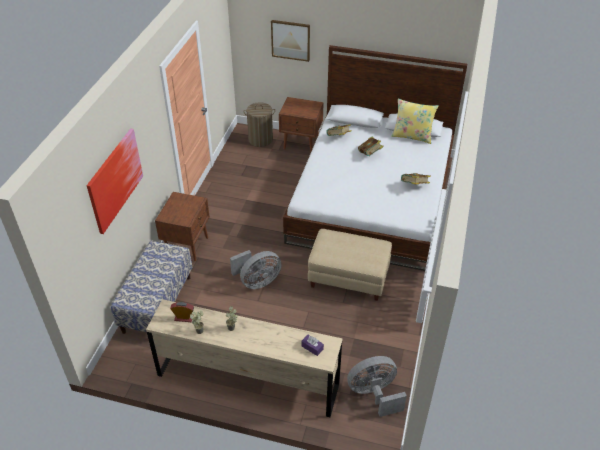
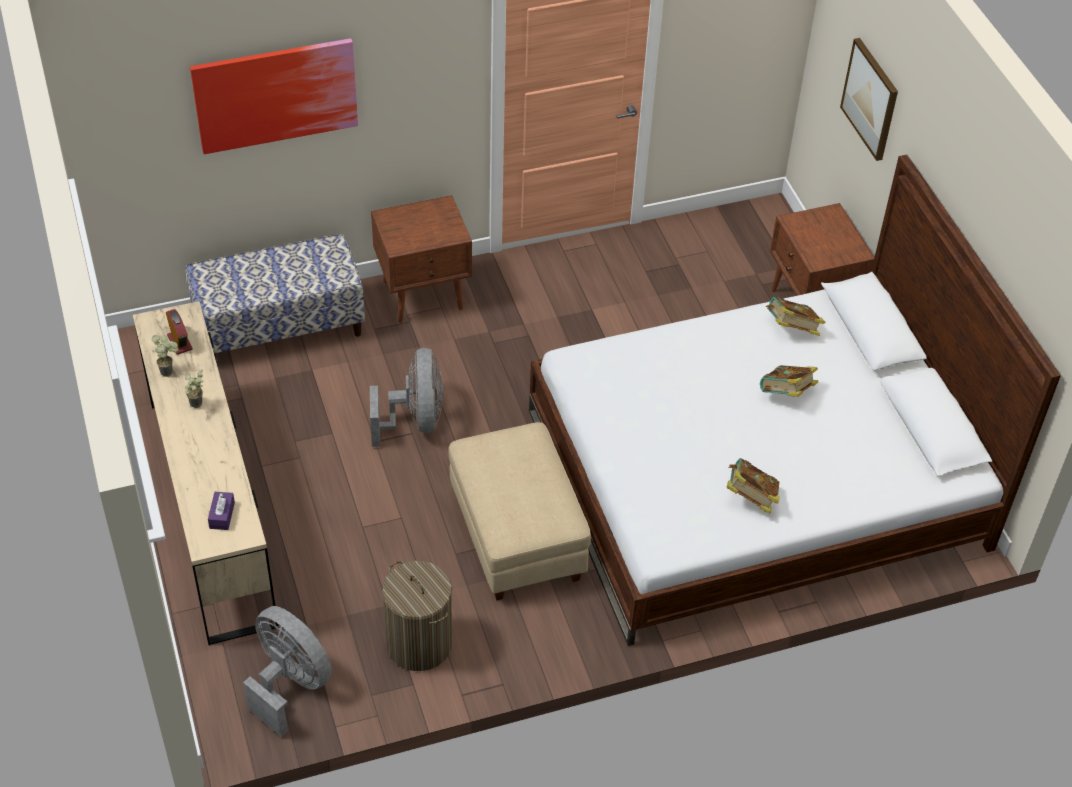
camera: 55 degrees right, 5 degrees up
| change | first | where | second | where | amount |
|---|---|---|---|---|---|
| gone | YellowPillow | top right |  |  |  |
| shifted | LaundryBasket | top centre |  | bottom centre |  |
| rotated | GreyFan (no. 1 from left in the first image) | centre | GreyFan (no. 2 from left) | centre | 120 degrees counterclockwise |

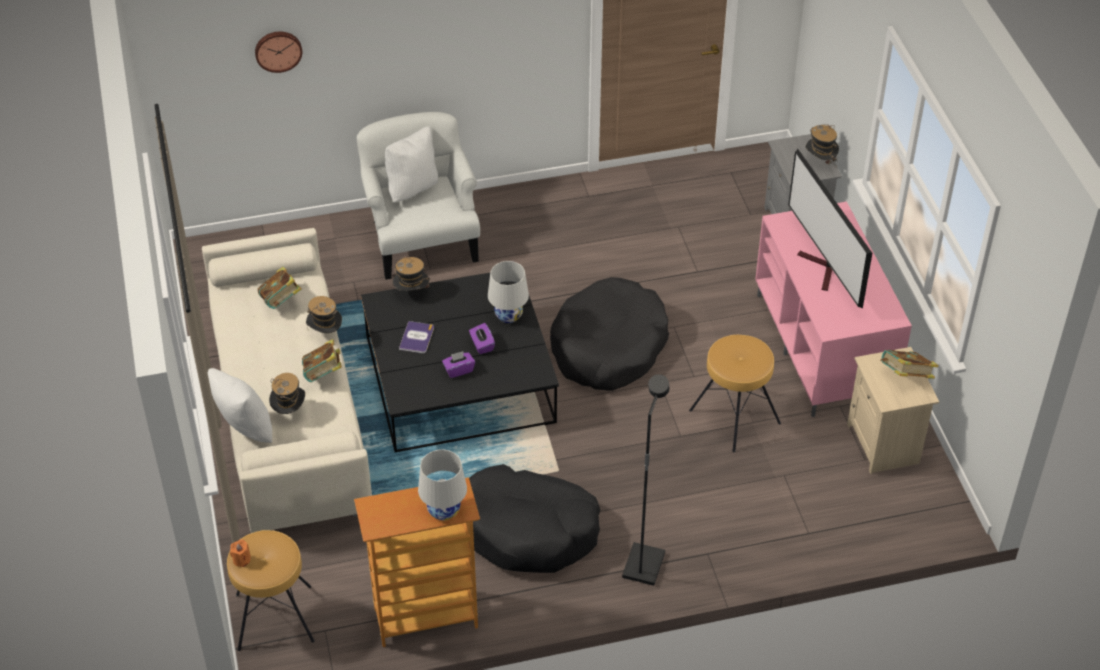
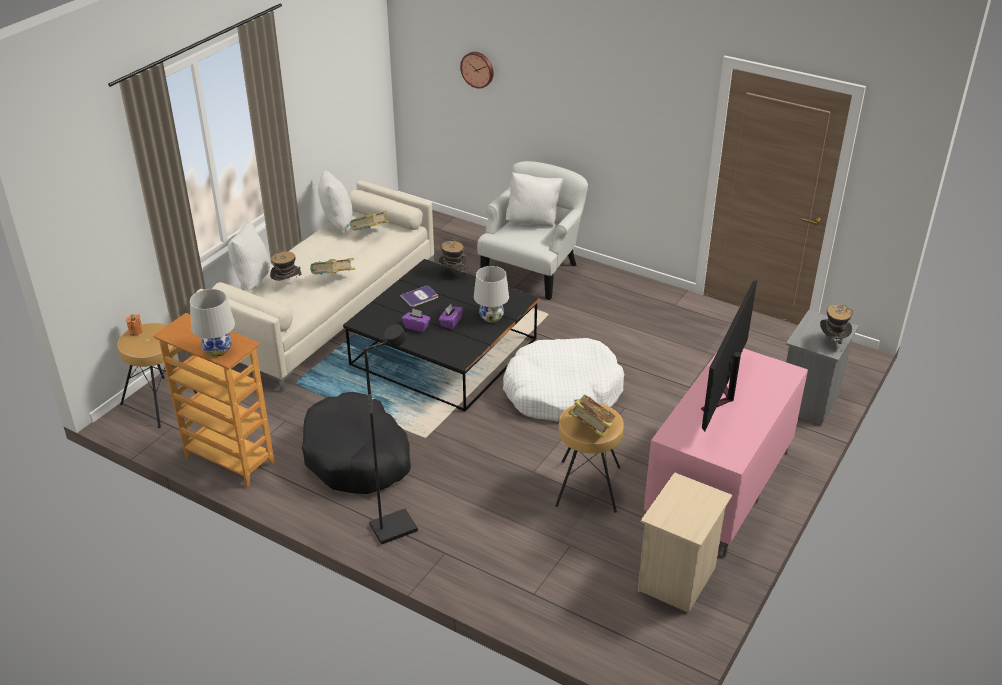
camera: 45 degrees right, 10 degrees down
| change | first | where | second | where | amount |
|---|---|---|---|---|---|
| repainted | BlackDogBed (no. 2 from left) | centre | WhiteDogBed | centre |  |
| gone | Hat (no. 2 from left) | middle left |  |  |  |
| shifted | Book (no. 4 from left) | middle right |  | centre |  |
| new |  |  | WhitePillow (no. 2 from left) | top centre |  |

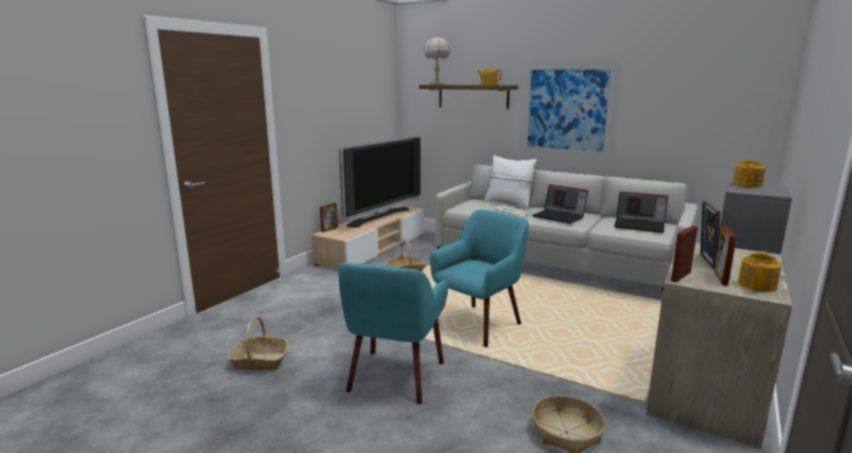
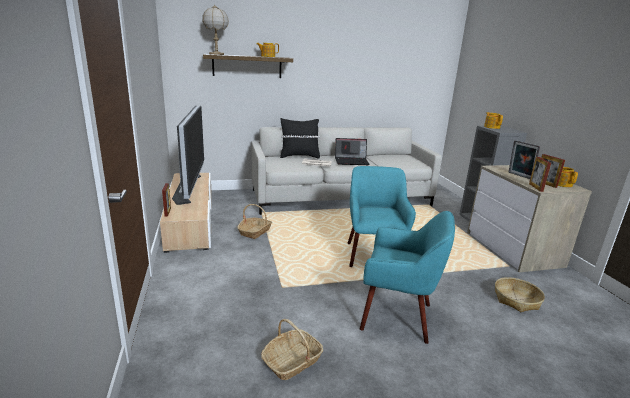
camera: 45 degrees left, 5 degrees up
| change | first | where | second | where | amount |
|---|---|---|---|---|---|
| gone | Picture | top right |  |  |  |
| repainted | WhitePillow | centre | BlackPillow | centre |  |
| gone | Laptop (no. 2 from left) | middle right |  |  |  |
| rotated | TurquoiseArmchair (no. 1 from left in the first image) | bottom centre | TurquoiseArmchair (no. 2 from left) | bottom centre | 45 degrees counterclockwise |

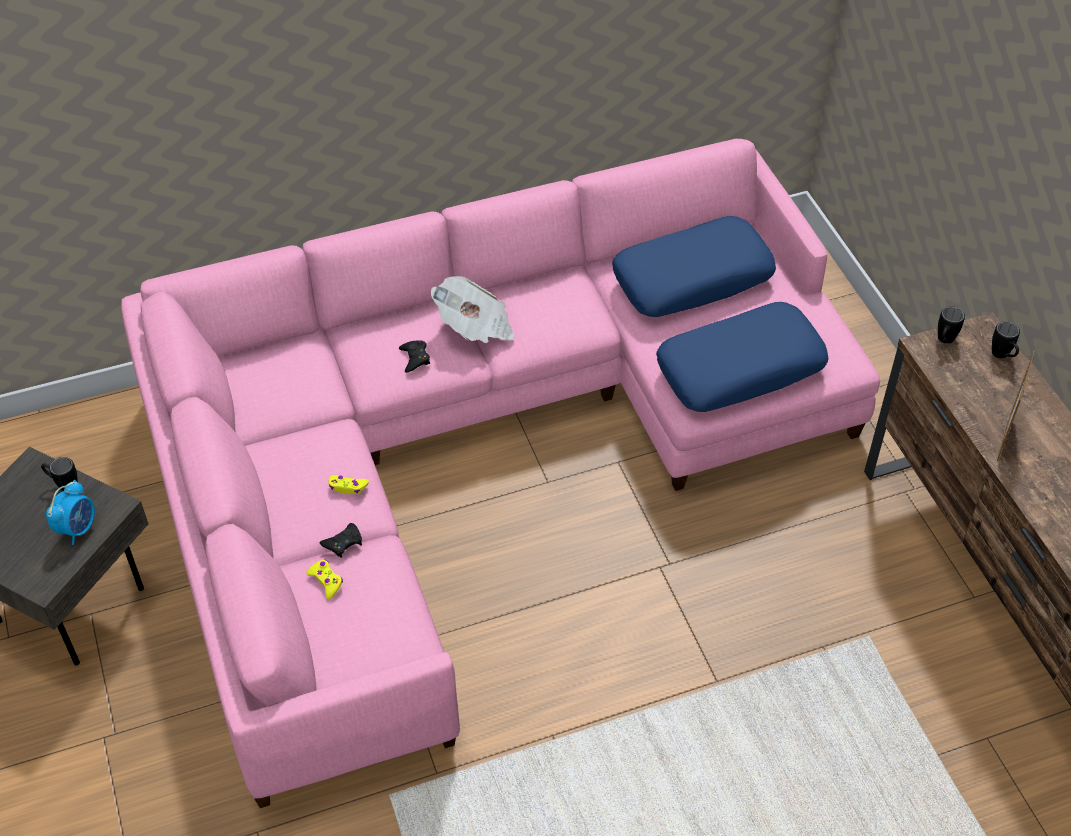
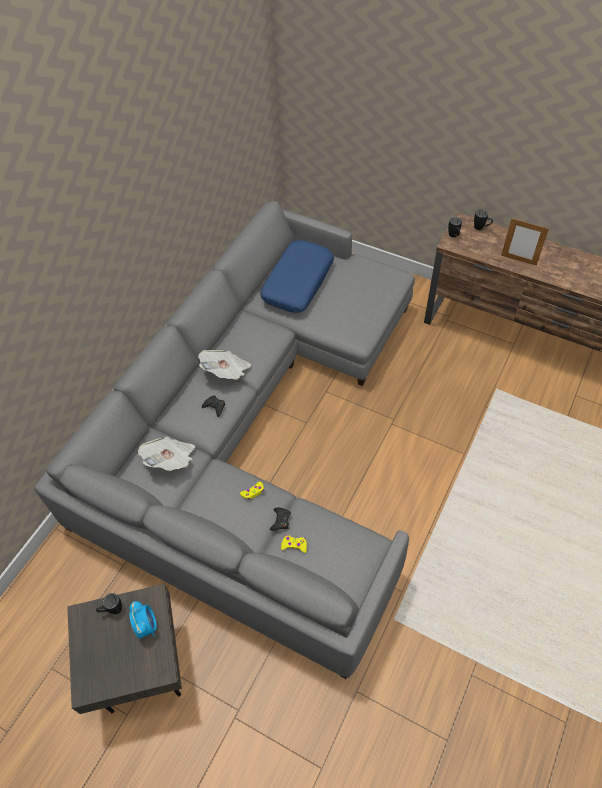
camera: 40 degrees left, 5 degrees up
| change | first | where | second | where | amount |
|---|---|---|---|---|---|
| repainted | PinkSofa | centre | GreySofa | centre |  |
| gone | BluePillow (no. 2 from left) | middle right |  |  |  |
| rotated | PictureFrame | middle right |  | top right | 45 degrees counterclockwise |
| new |  |  | Newspaper (no. 1 from left) | middle left |  |

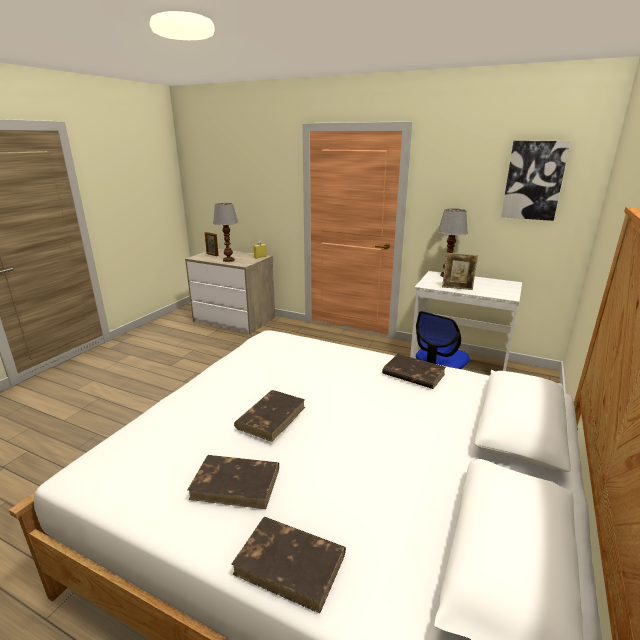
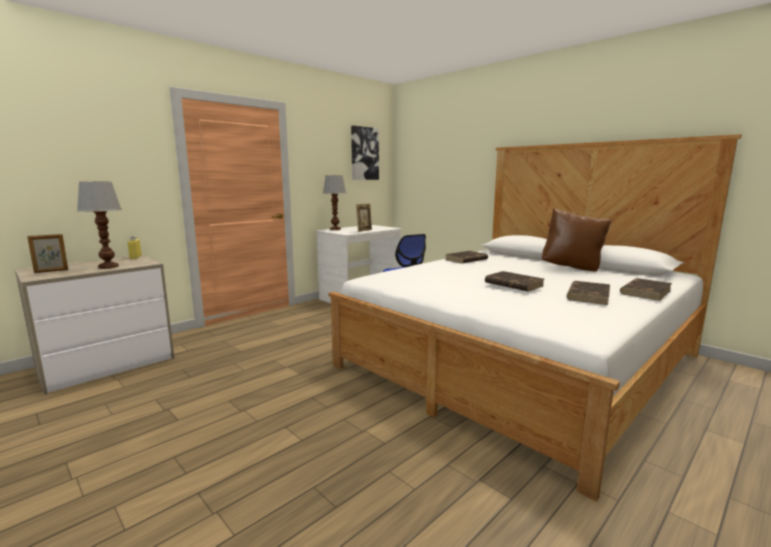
camera: 70 degrees left, 10 degrees down
| change | first | where | second | where | amount |
|---|---|---|---|---|---|
| new |  |  | BrownPillow | middle right |  |

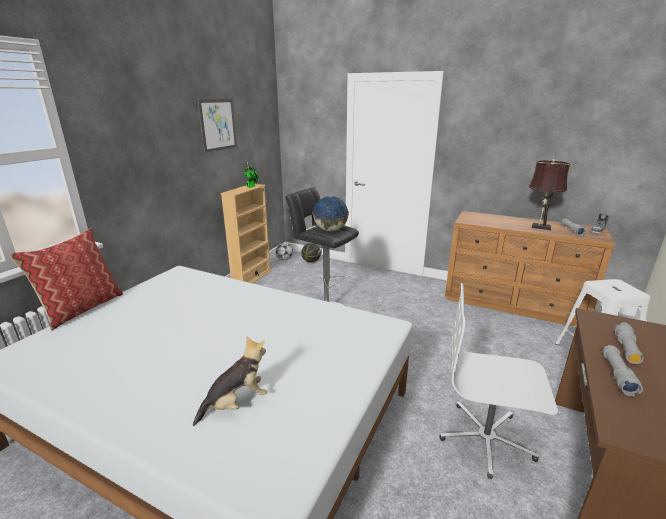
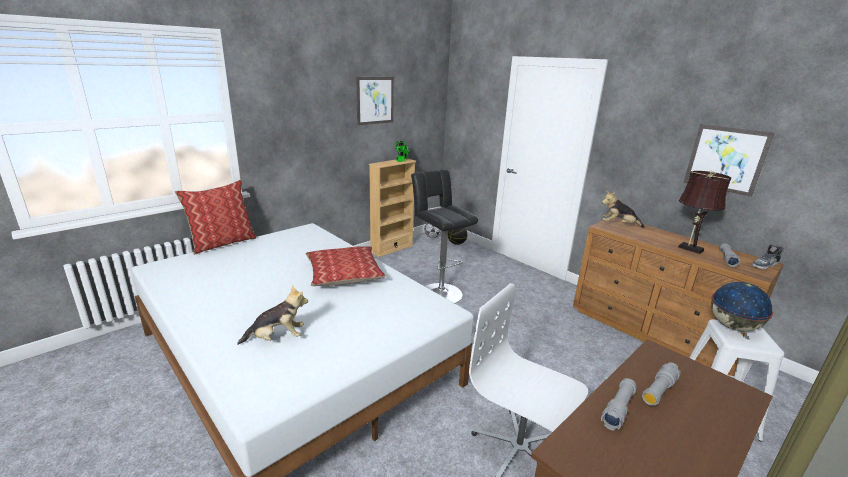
camera: 20 degrees right, 0 degrees up
| change | first | where | second | where | amount |
|---|---|---|---|---|---|
| shifted | Globe | centre |  | middle right |  |
| new |  |  | Picture (no. 2 from left) | middle right |  |
| new |  |  | PlushToy (no. 2 from left) | middle right |  |
| new |  |  | Pillow (no. 2 from left) | centre |  |

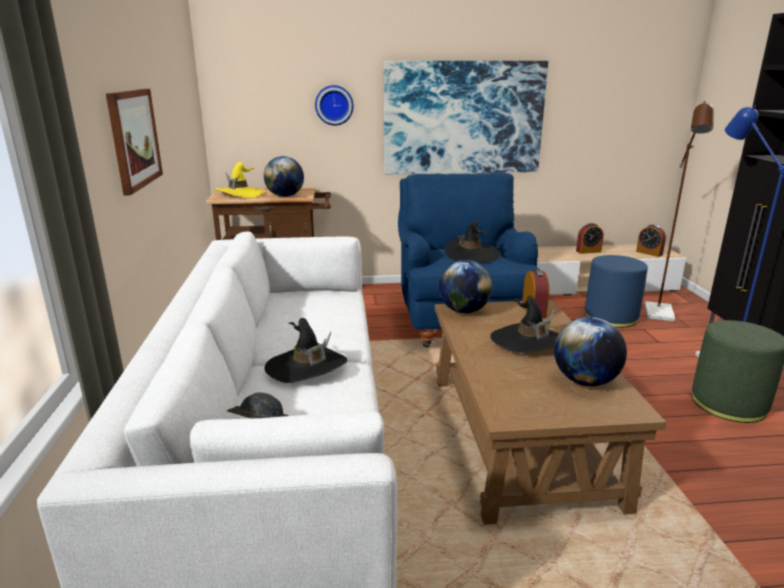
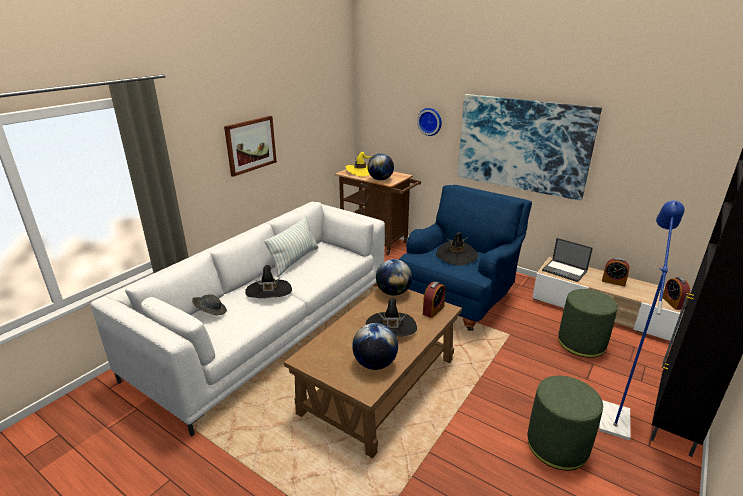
camera: 40 degrees right, 5 degrees up
| change | first | where | second | where | amount |
|---|---|---|---|---|---|
| gone | BrownFloorLamp | middle right |  |  |  |
| repainted | BlueOttoman | middle right | GreenOttoman (no. 2 from left) | middle right |  |
| new |  |  | Pillow | centre |  |
| new |  |  | Laptop | middle right |  |

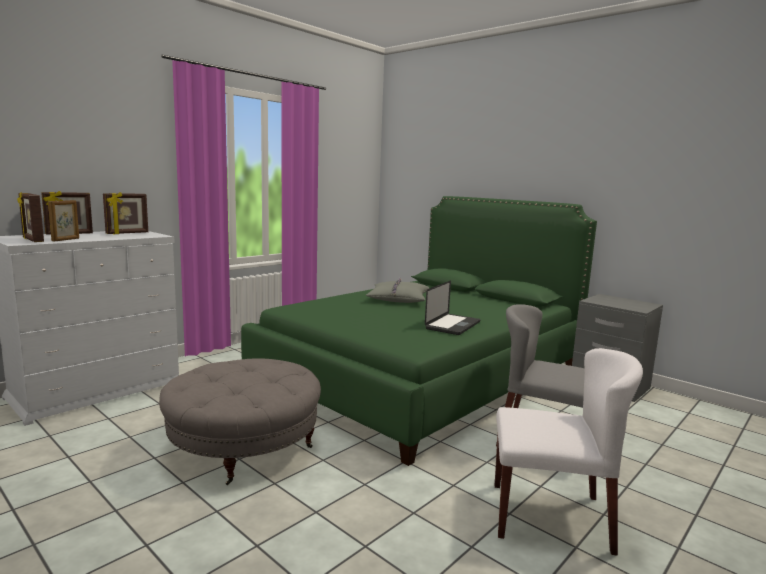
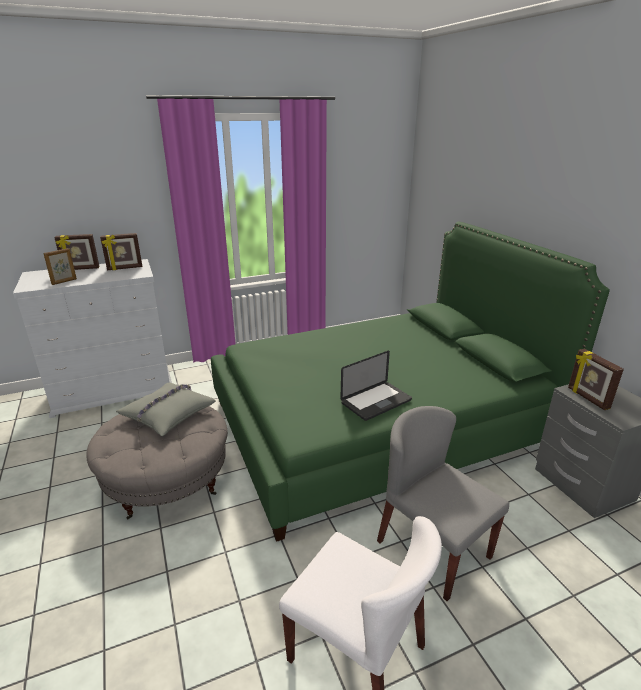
camera: 25 degrees right, 15 degrees up
| change | first | where | second | where | amount |
|---|---|---|---|---|---|
| shifted | PictureFrame (no. 1 from left in the first image) | middle left | PictureFrame (no. 4 from left) | middle right |  |
| shifted | GreyPillow | centre |  | middle left |  |

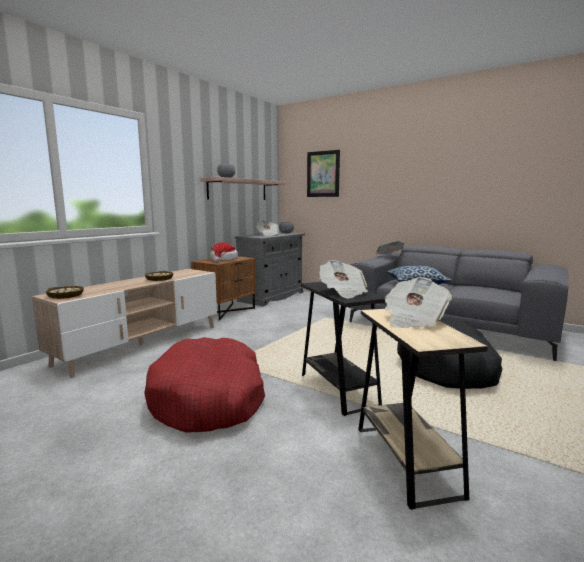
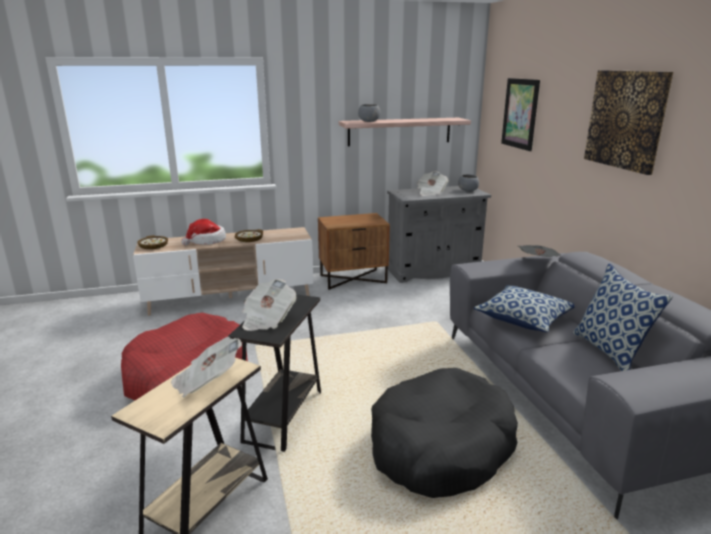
camera: 40 degrees right, 10 degrees up
| change | first | where | second | where | amount |
|---|---|---|---|---|---|
| shifted | Hat | centre |  | middle left |  |
| new |  |  | Picture (no. 2 from left) | top right |  |
| new |  |  | Pillow (no. 2 from left) | middle right |  |

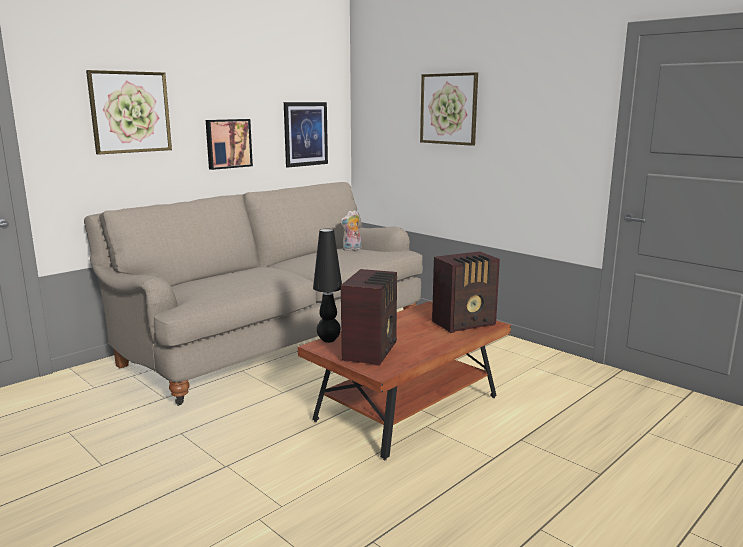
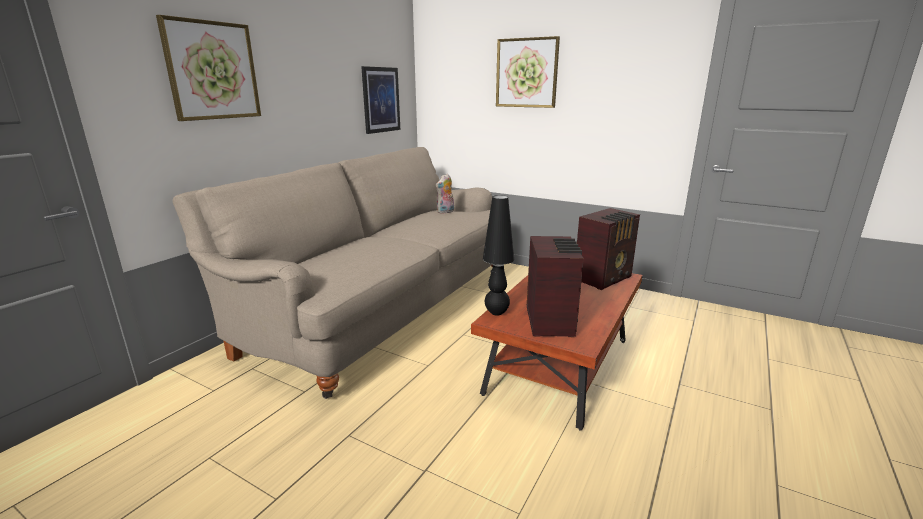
camera: 15 degrees left, 5 degrees up
| change | first | where | second | where | amount |
|---|---|---|---|---|---|
| gone | Picture (no. 2 from left) | top left |  |  |  |

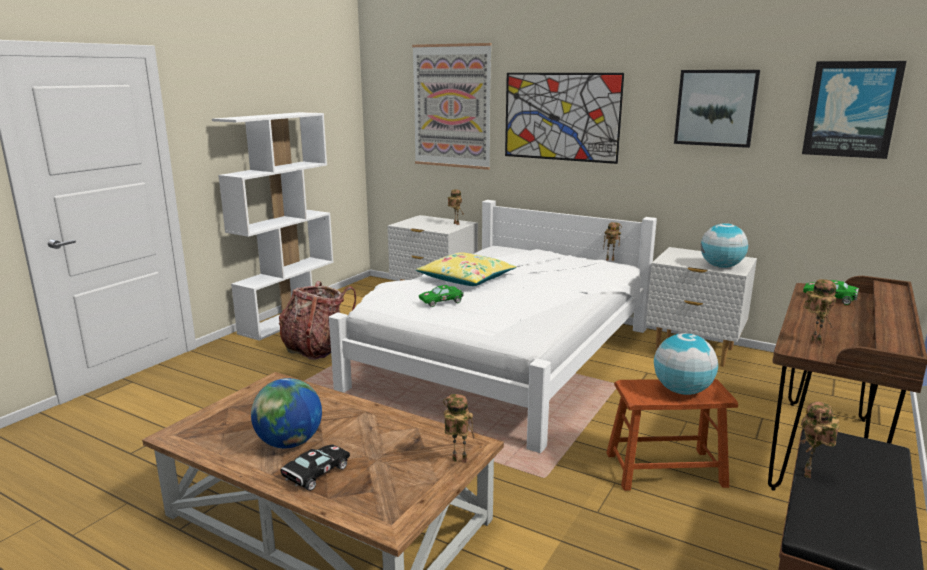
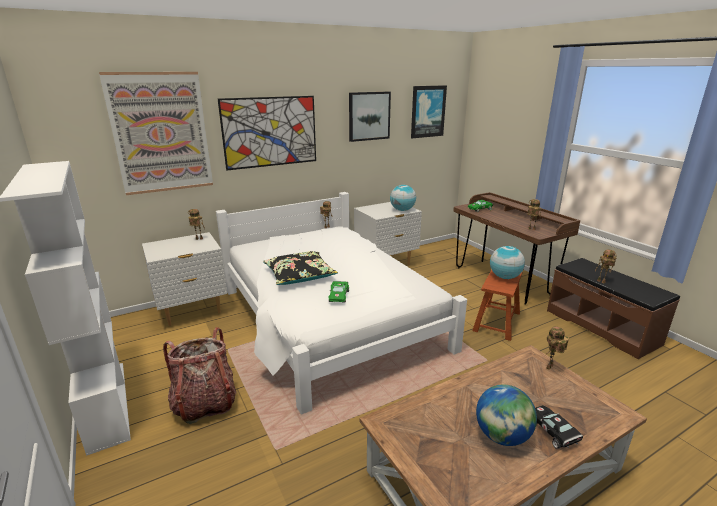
camera: 60 degrees left, 5 degrees up
| change | first | where | second | where | amount |
|---|---|---|---|---|---|
| repainted | YellowPillow | centre | BlackPillow | centre |  |

